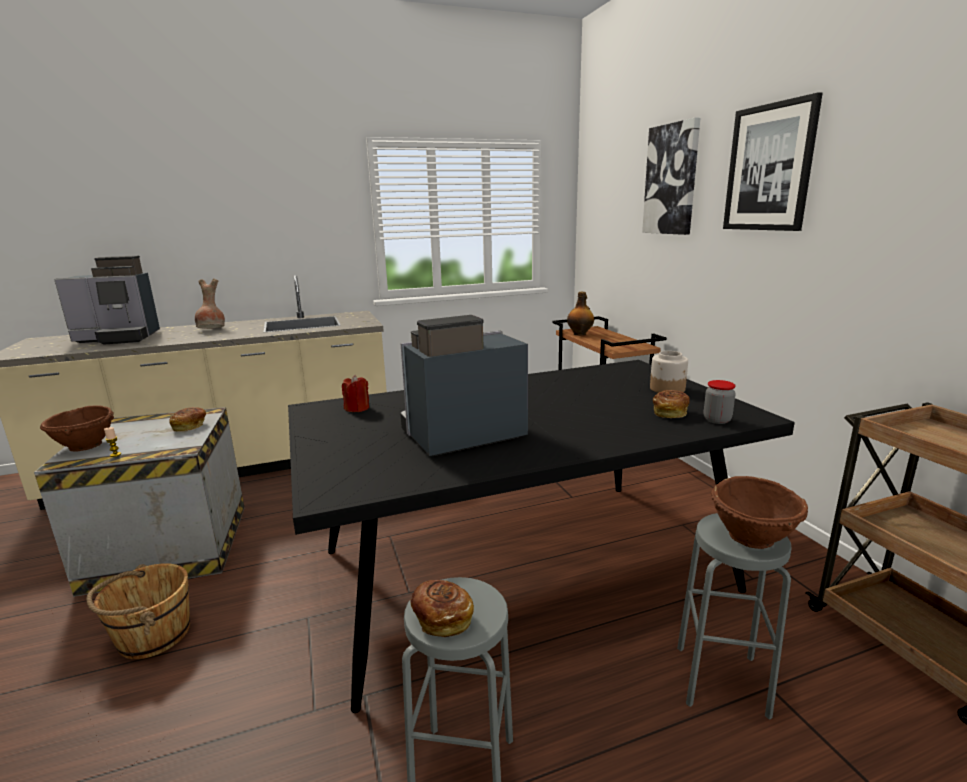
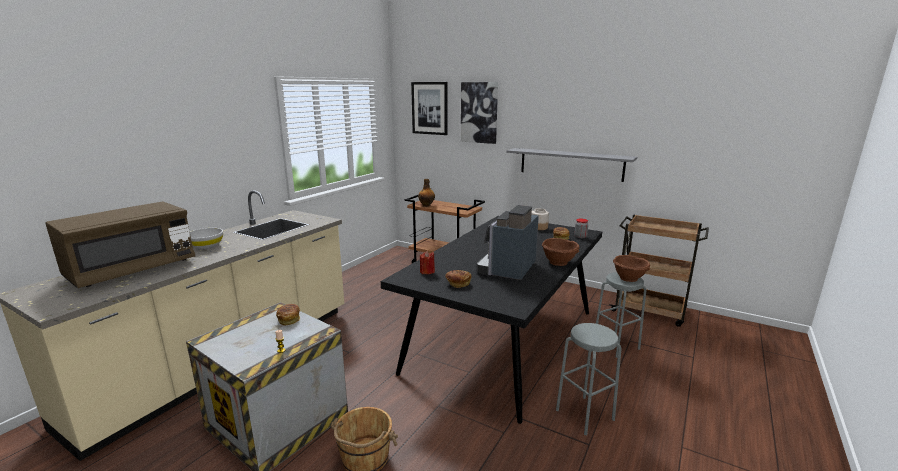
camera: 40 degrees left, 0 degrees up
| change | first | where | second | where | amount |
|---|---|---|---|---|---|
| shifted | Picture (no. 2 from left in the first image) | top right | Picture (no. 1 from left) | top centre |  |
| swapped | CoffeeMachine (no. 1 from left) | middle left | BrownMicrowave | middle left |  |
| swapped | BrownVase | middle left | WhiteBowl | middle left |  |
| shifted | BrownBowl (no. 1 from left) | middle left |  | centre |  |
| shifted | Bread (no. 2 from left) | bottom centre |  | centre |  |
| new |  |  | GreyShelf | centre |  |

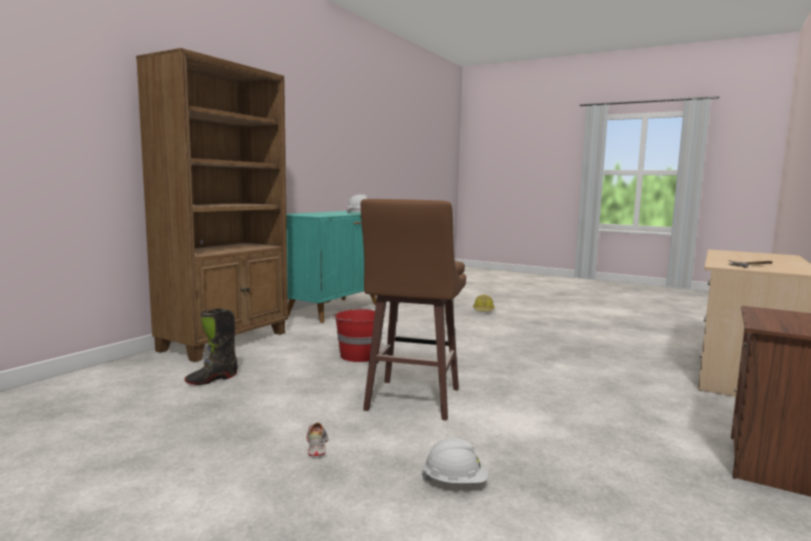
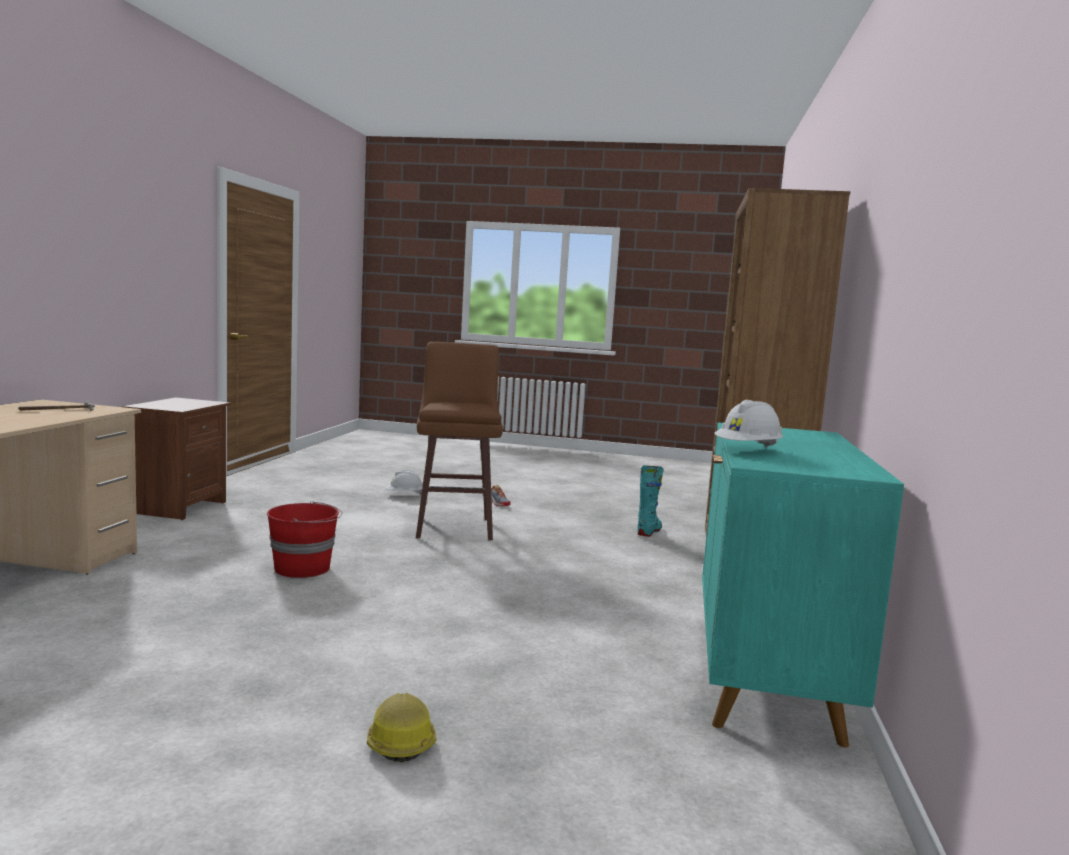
camera: 160 degrees right, 0 degrees up
| change | first | where | second | where | amount |
|---|---|---|---|---|---|
| repainted | BlackBoot | middle left | TurquoiseBoot | centre |  |
| shifted | RedBucket | centre |  | middle left |  |

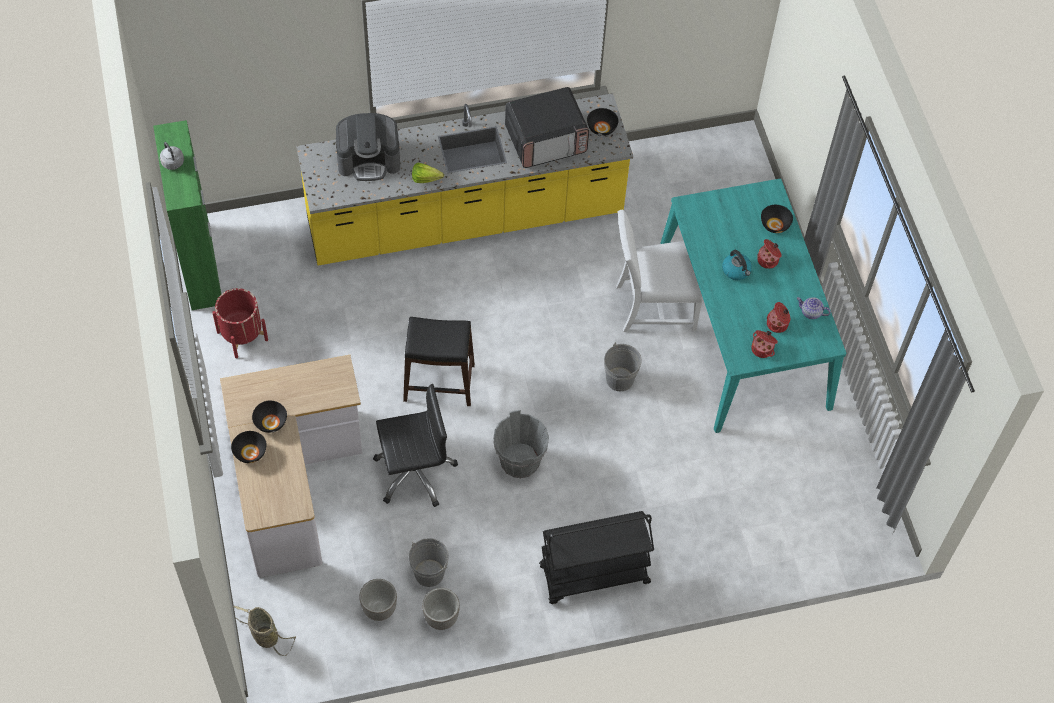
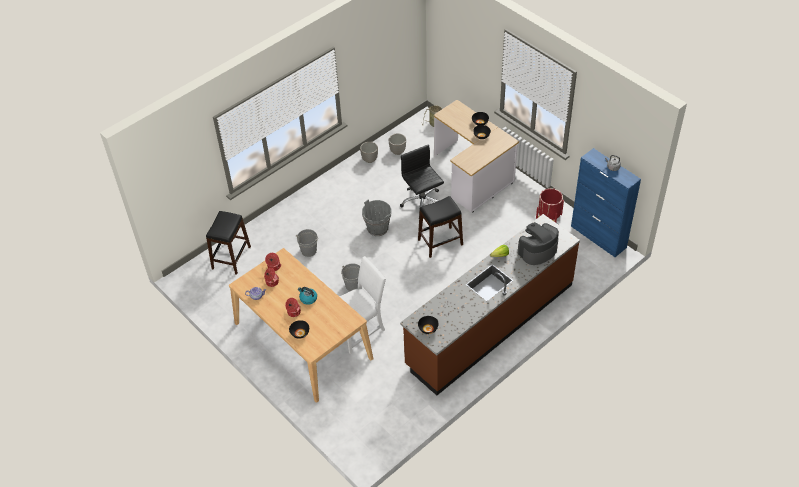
camera: 155 degrees right, 10 degrees down
| change | first | where | second | where | amount |
|---|---|---|---|---|---|
| gone | Microwave | top centre |  |  |  |
| repainted | YellowCounter | top centre | BrownCounter | centre |  |
| repainted | GreenCabinet | top left | BlueCabinet | middle right |  |
| repainted | TurquoiseDiningTable | middle right | BeigeDiningTable | bottom centre |  |
| rotated | BlackOfficeChair | centre |  | centre | 105 degrees clockwise |
| gone | BlackCart | bottom centre |  |  |  |
| shifted | GreyBucket (no. 1 from left) | bottom centre |  | centre |  |
| new |  |  | BlackStool (no. 1 from left) | middle left |  |

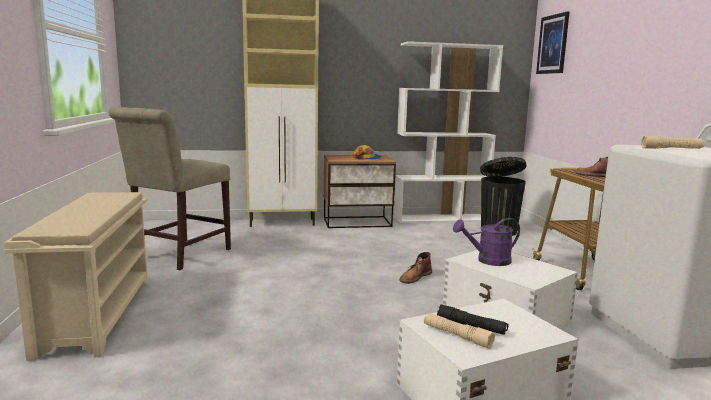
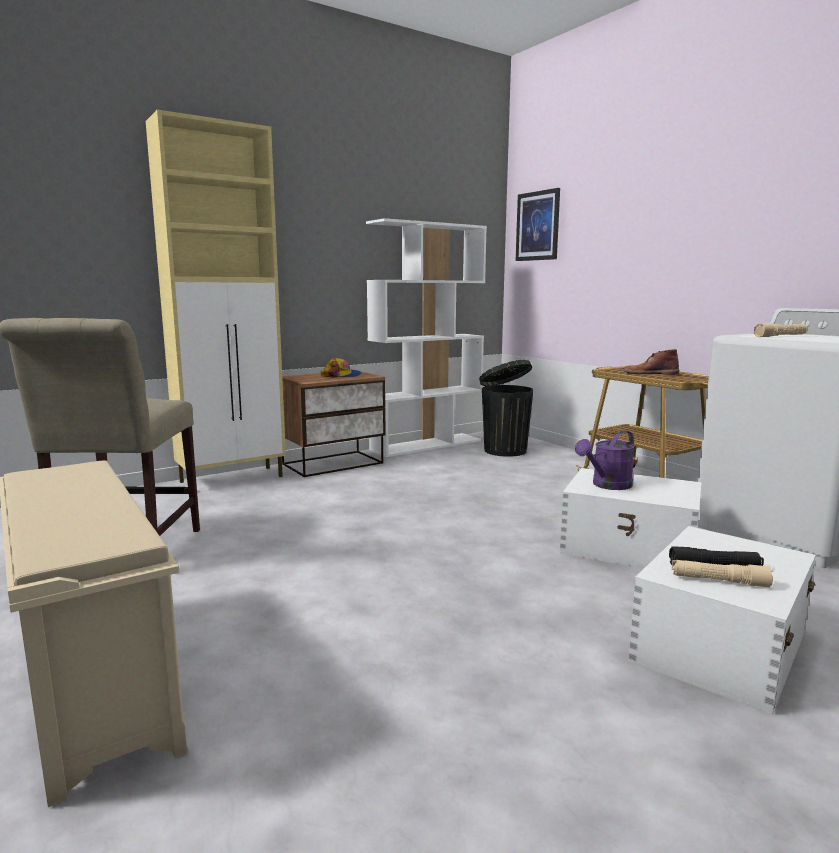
camera: 25 degrees left, 0 degrees up
| change | first | where | second | where | amount |
|---|---|---|---|---|---|
| gone | BrownBoot (no. 1 from left) | bottom centre |  |  |  |

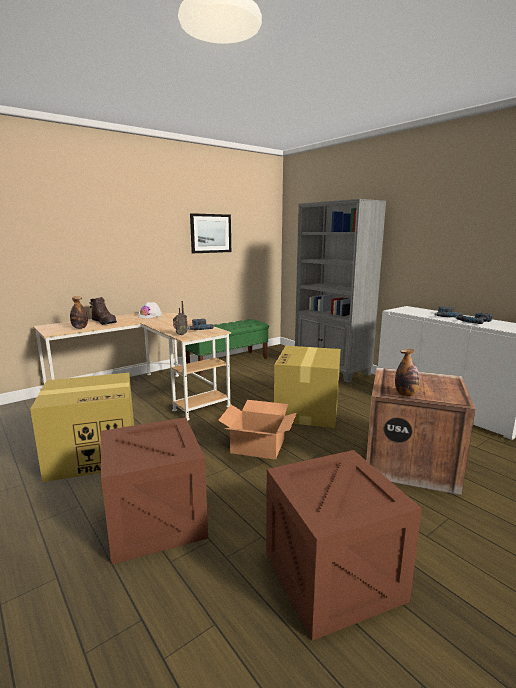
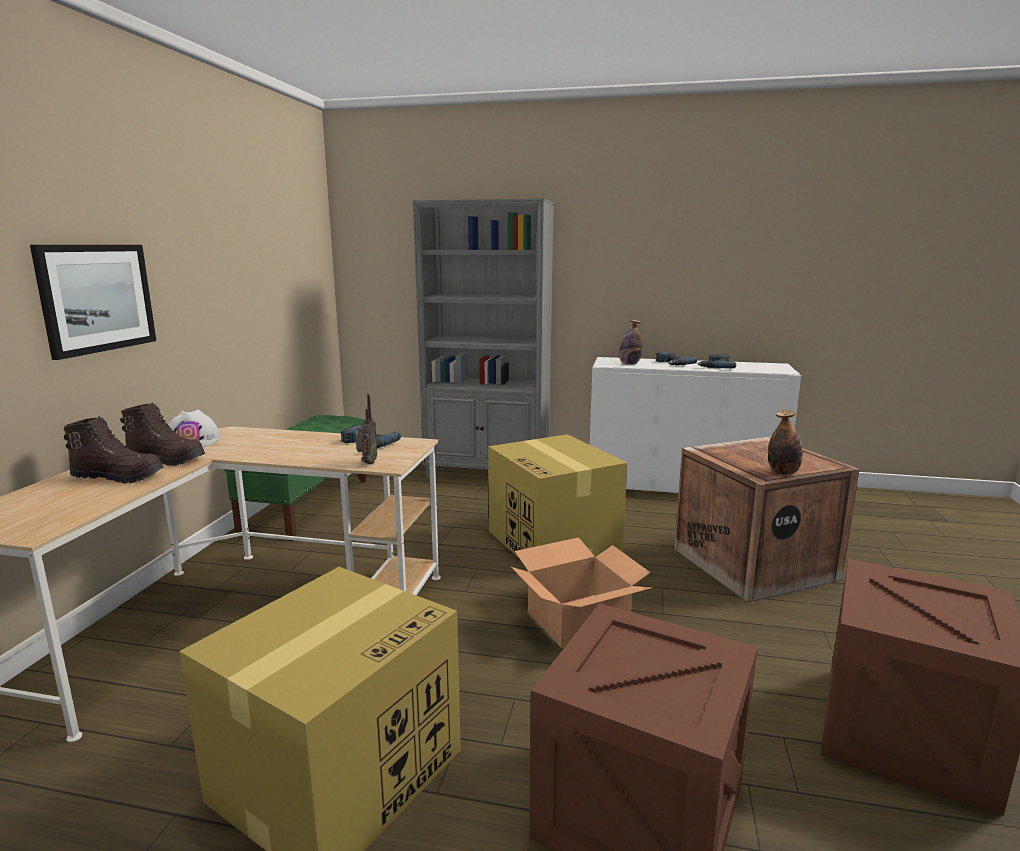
camera: 40 degrees left, 0 degrees up
| change | first | where | second | where | amount |
|---|---|---|---|---|---|
| shifted | Picture | centre |  | middle left |  |
| shifted | Bottle (no. 1 from left) | middle left |  | centre |  |
| new |  |  | BrownBoot (no. 2 from left) | middle left |  |

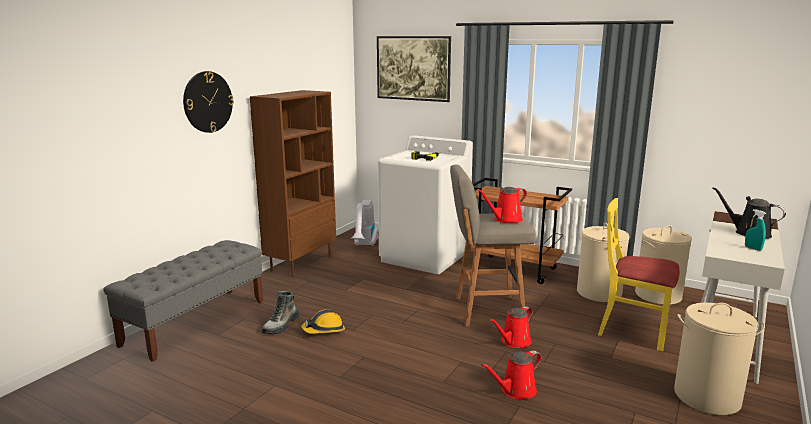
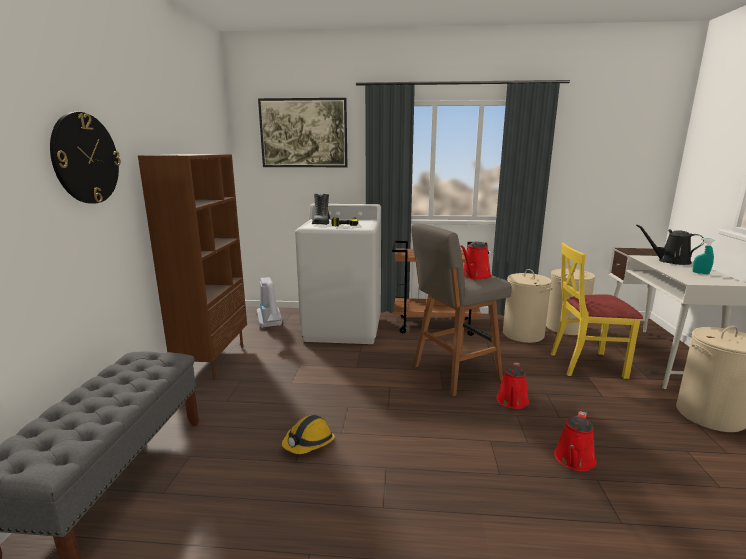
camera: 25 degrees left, 0 degrees up
| change | first | where | second | where | amount |
|---|---|---|---|---|---|
| shifted | Boot | bottom centre |  | centre |  |

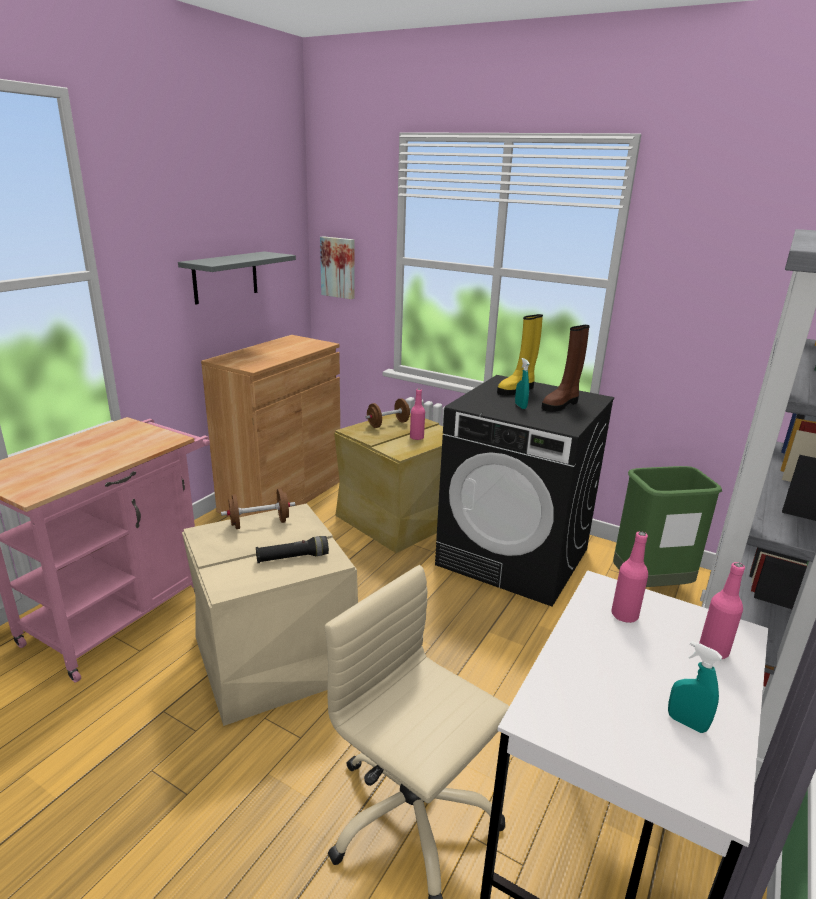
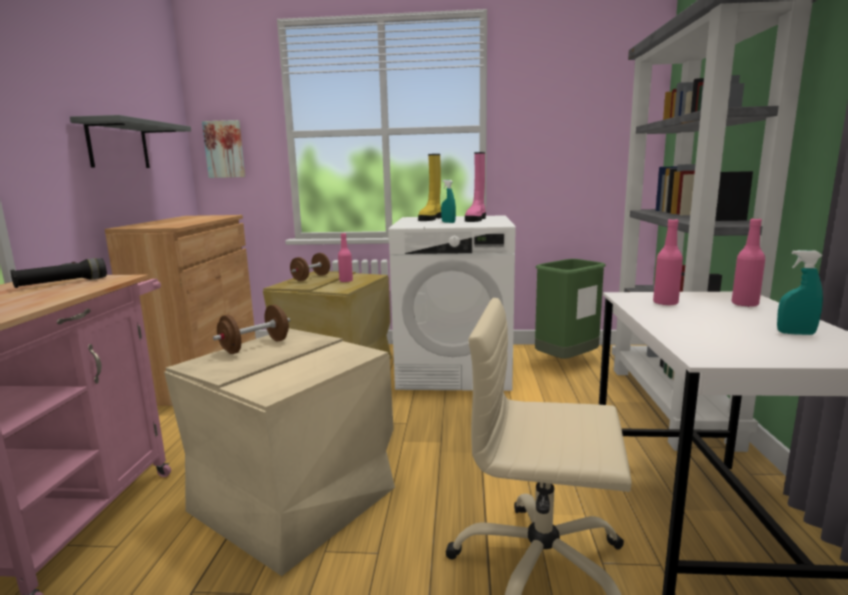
camera: 25 degrees left, 10 degrees down
| change | first | where | second | where | amount |
|---|---|---|---|---|---|
| repainted | BrownBoot | middle right | PinkBoot | top centre |  |
| repainted | BlackWashingMachine | centre | WhiteWashingMachine | centre |  |
| shifted | BlackFlashlight | centre |  | middle left |  |

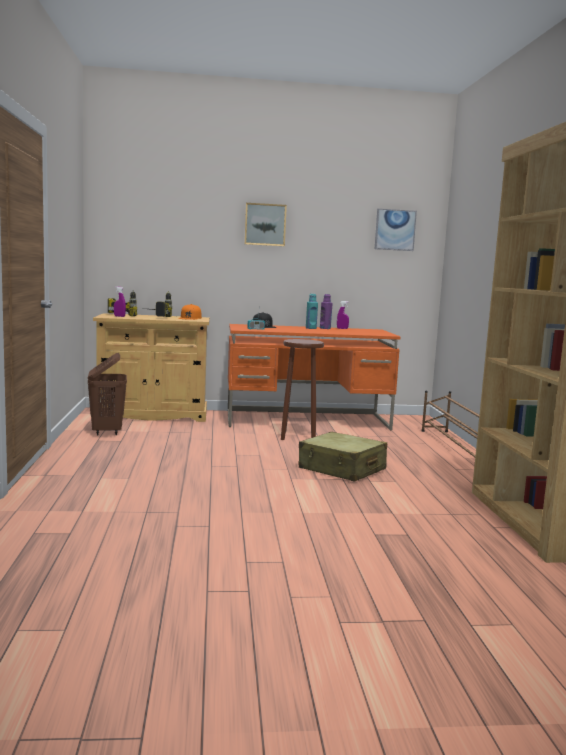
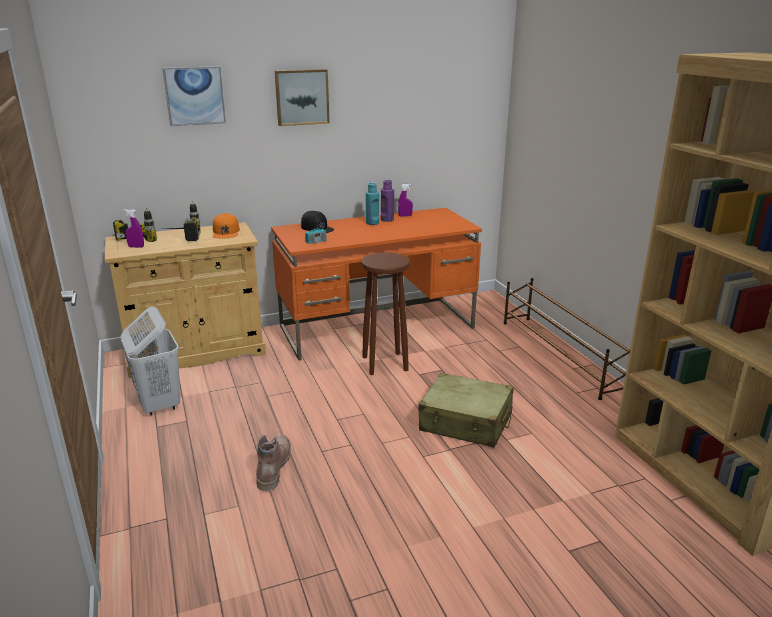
camera: 15 degrees left, 15 degrees up
| change | first | where | second | where | amount |
|---|---|---|---|---|---|
| shifted | Picture (no. 2 from left in the first image) | top right | Picture (no. 1 from left) | top left |  |
| repainted | BrownLaundryBasket | middle left | WhiteLaundryBasket | middle left |  |
| new |  |  | BrownBoot | bottom centre |  |

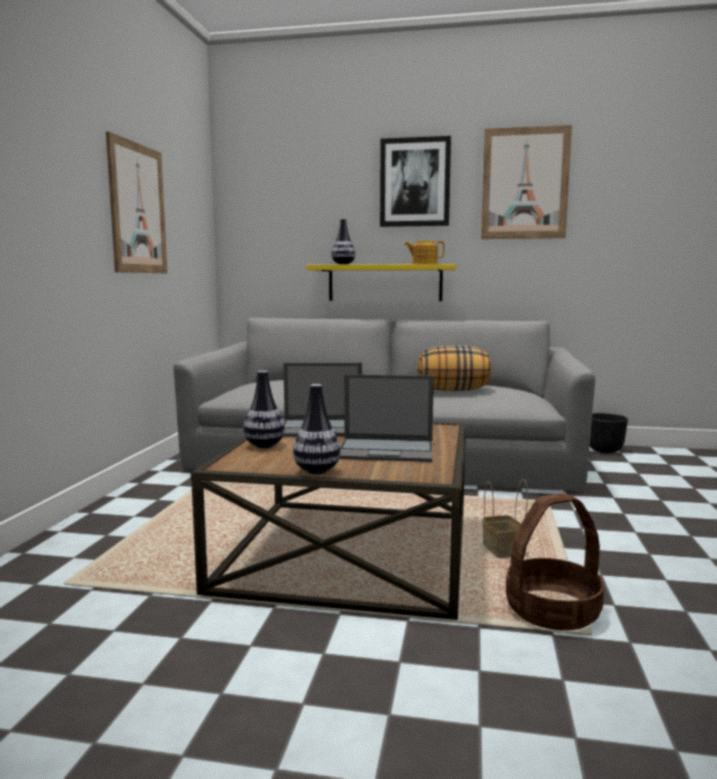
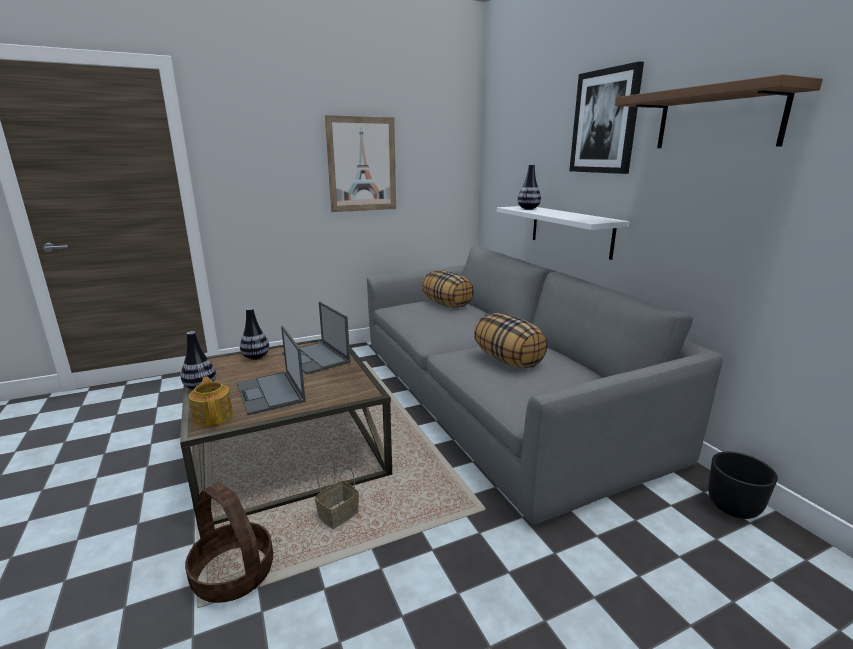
camera: 55 degrees right, 10 degrees up
| change | first | where | second | where | amount |
|---|---|---|---|---|---|
| swapped | Picture (no. 3 from left) | top right | BrownShelf | top right |  |
| shifted | Teapot | top centre |  | middle left |  |
| repainted | YellowShelf | centre | WhiteShelf | centre |  |
| new |  |  | Pillow (no. 1 from left) | centre |  |

